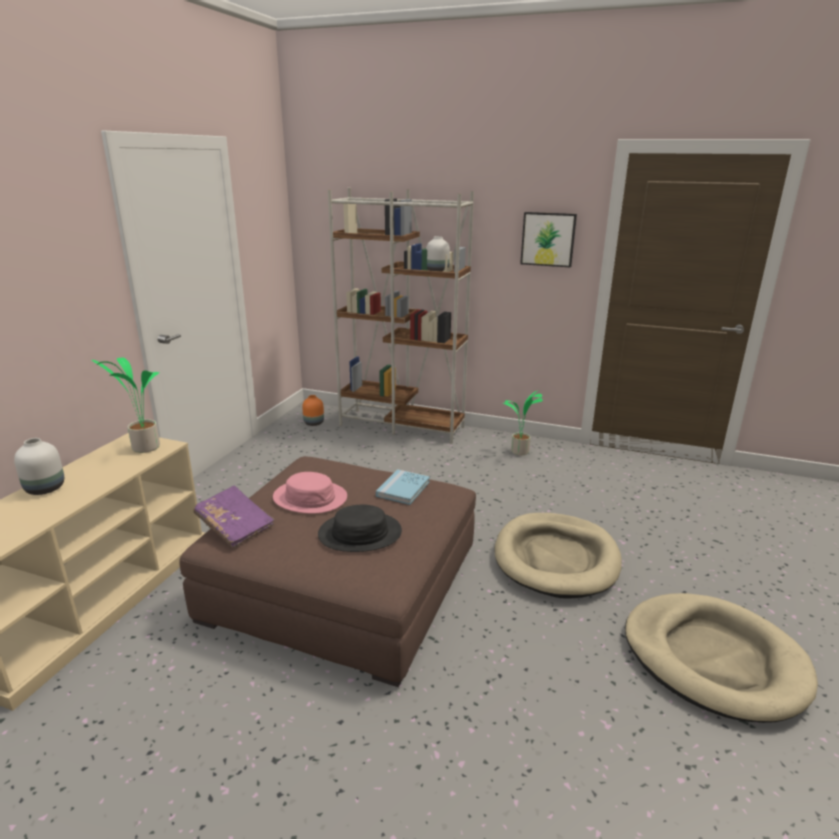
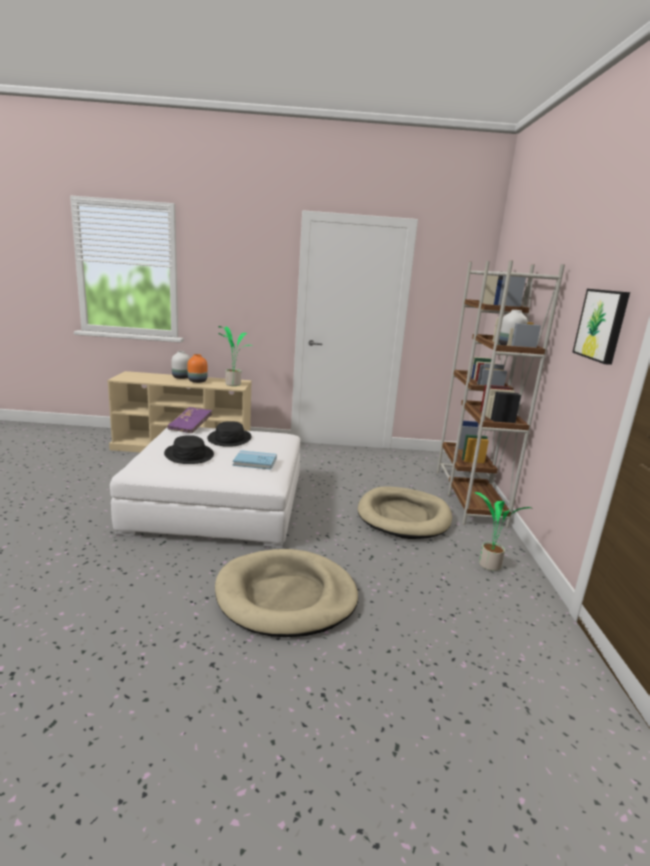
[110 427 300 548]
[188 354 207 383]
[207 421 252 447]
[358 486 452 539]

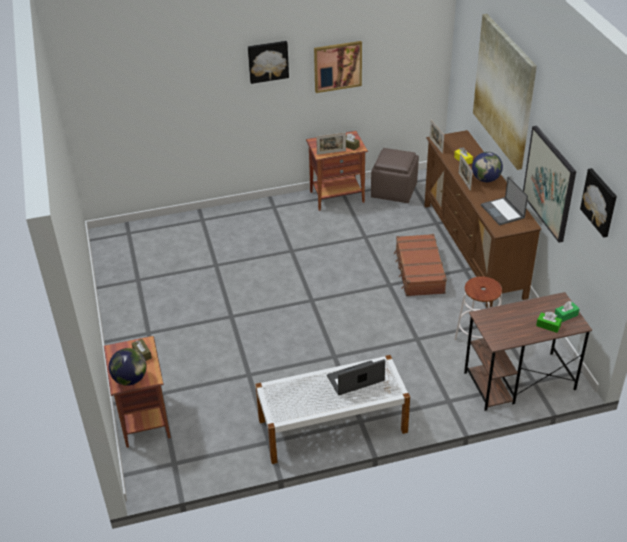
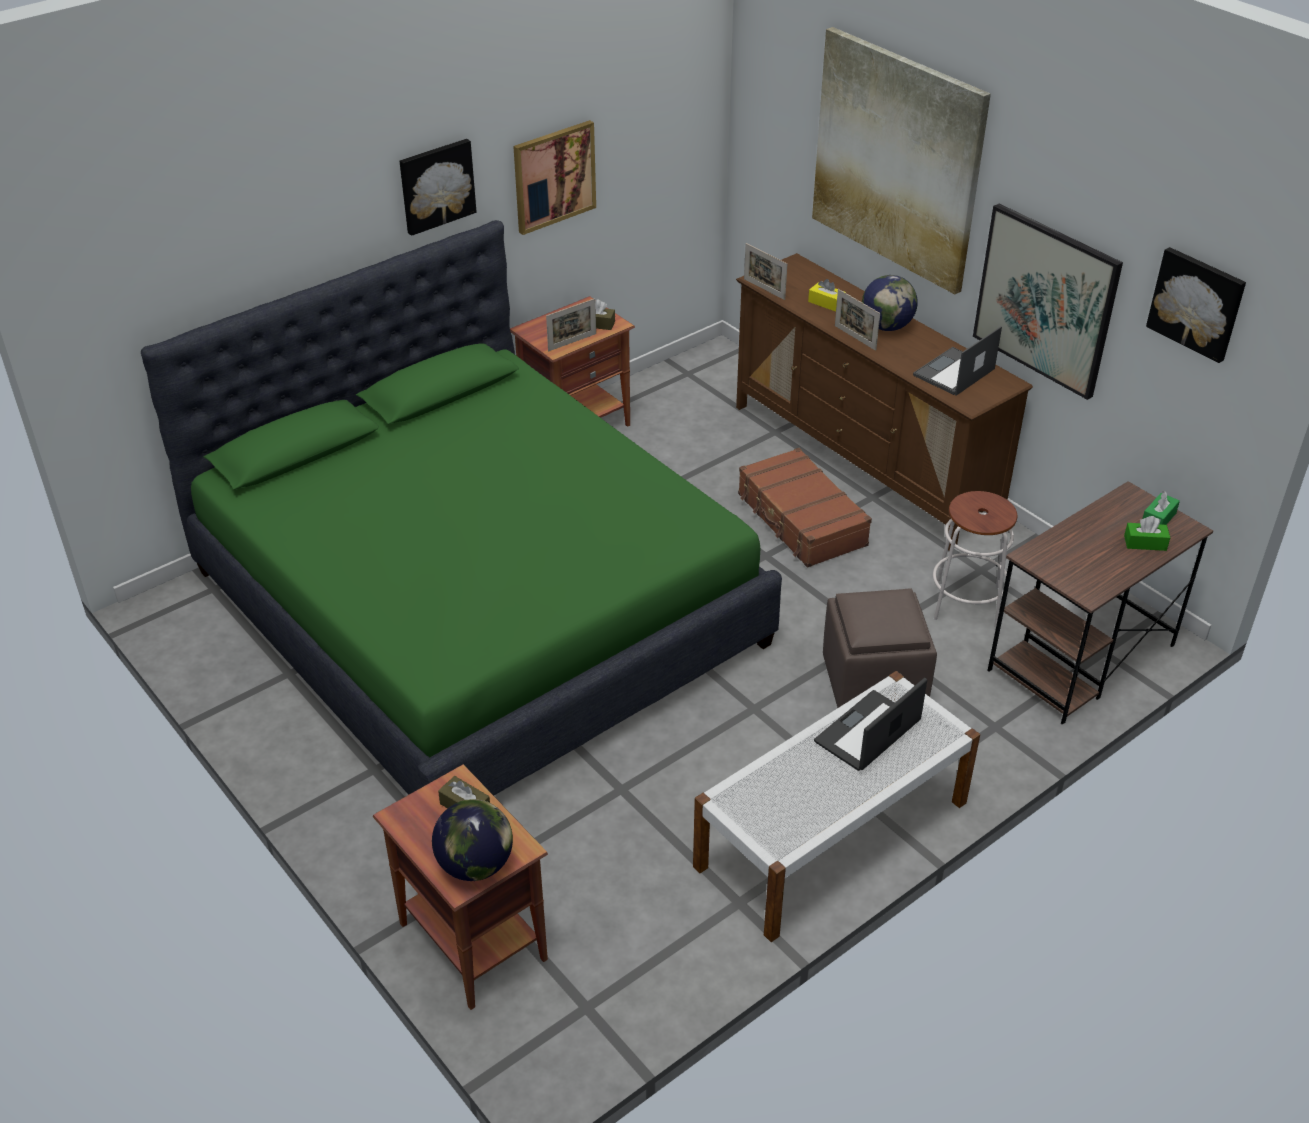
[141 220 782 796]
[823 588 937 708]
[913 326 1002 396]

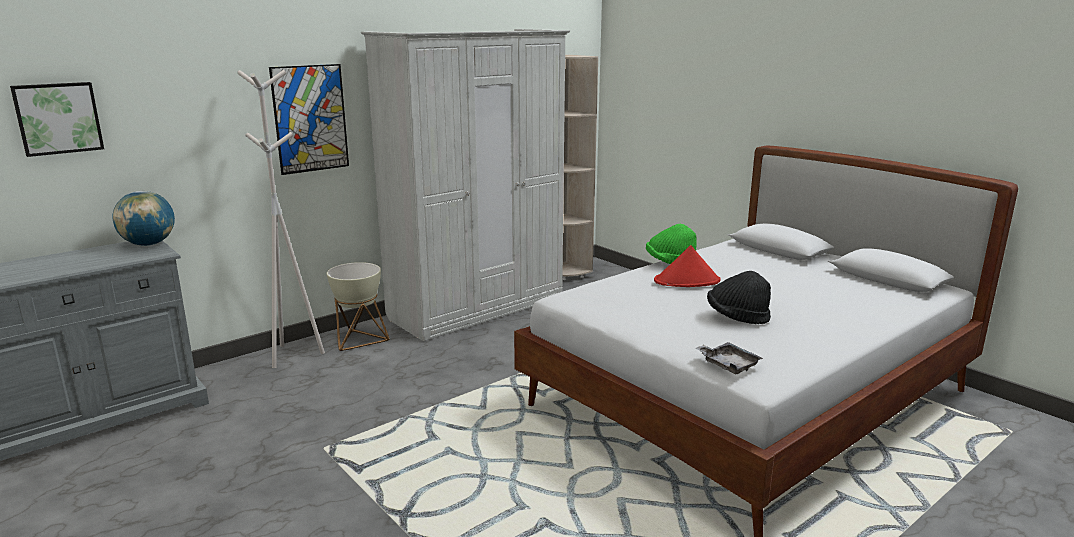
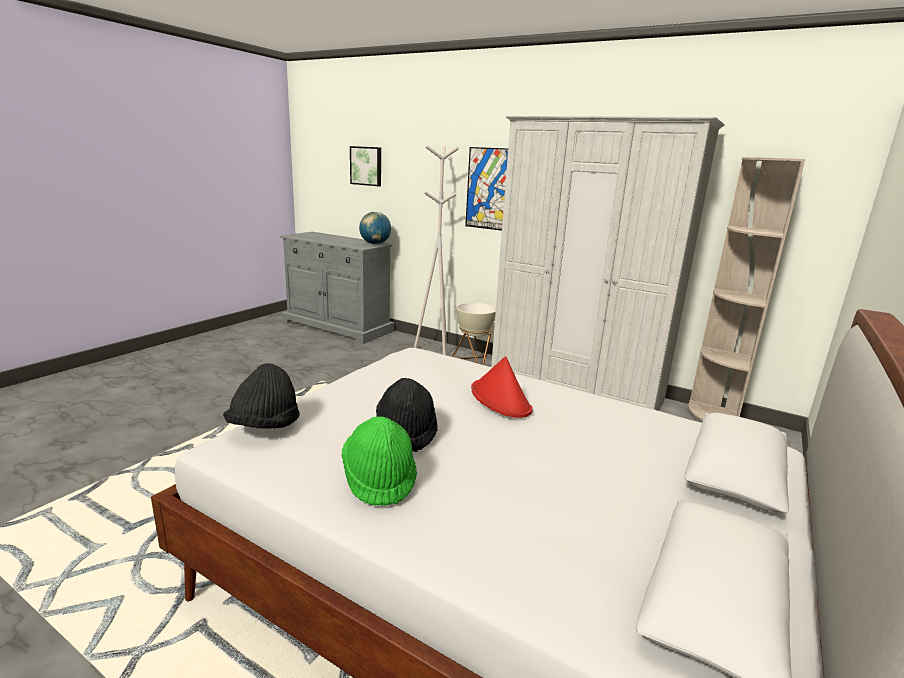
[223 363 300 429]
[341 416 417 506]

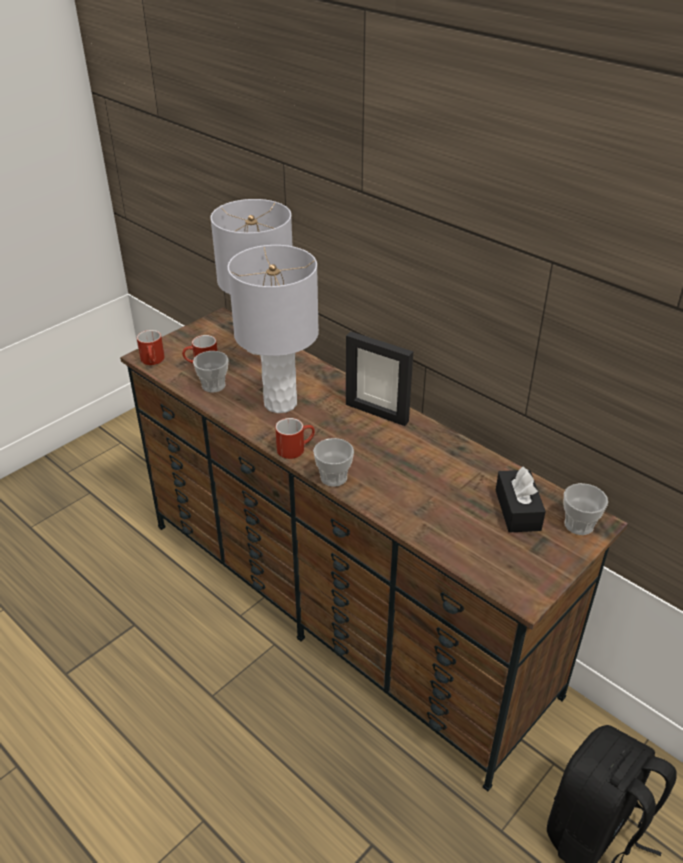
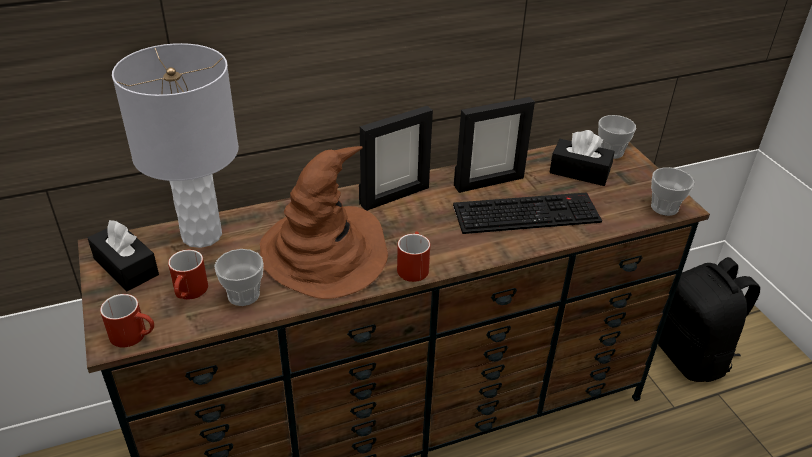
[88 220 159 291]
[260 146 388 299]
[453 192 602 234]
[454 97 535 193]
[651 167 694 216]

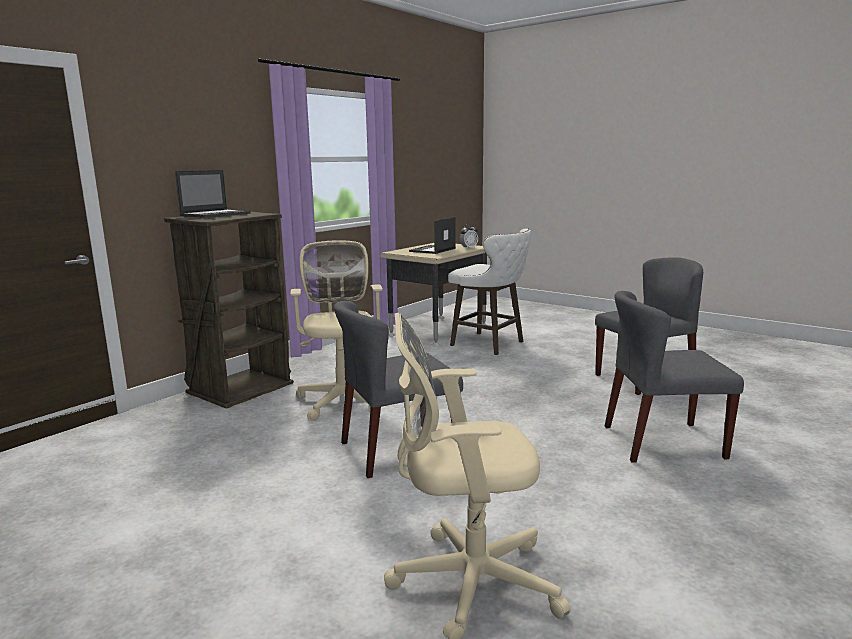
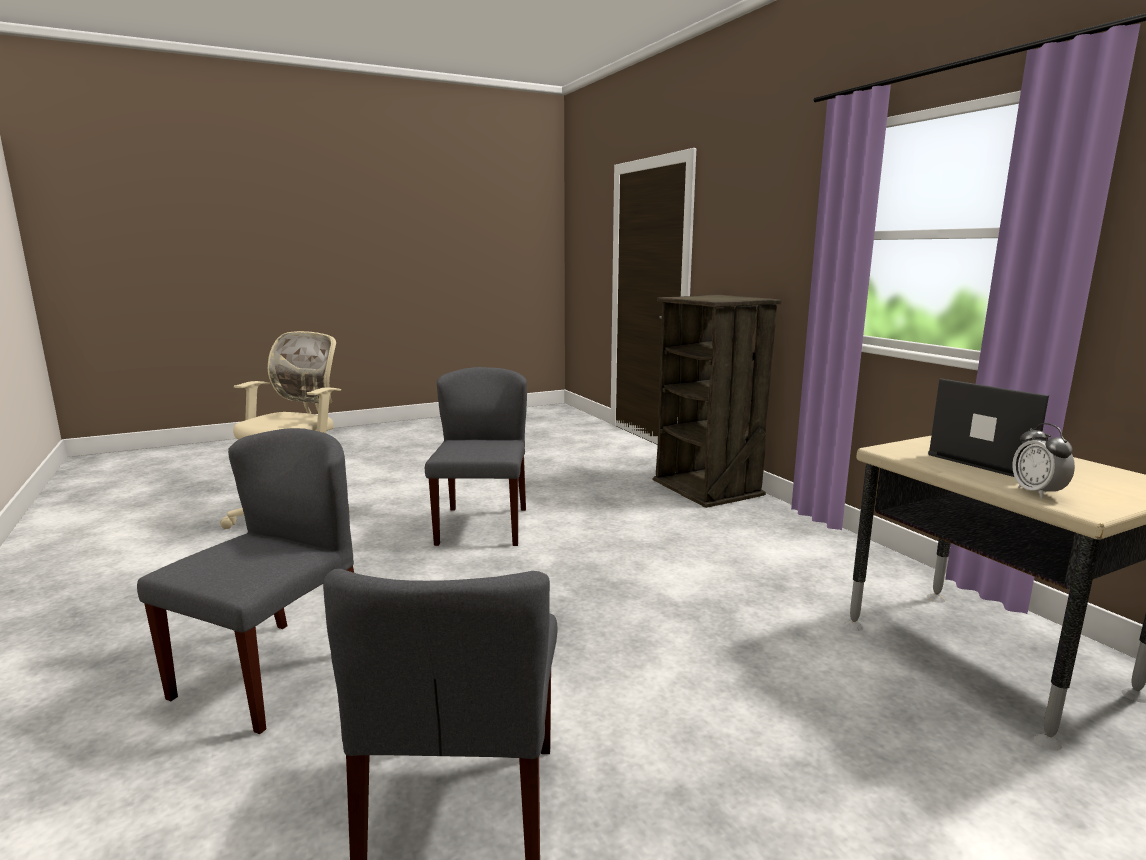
[175 170 251 218] (first image)
[290 240 383 421] (first image)
[448 228 531 355] (first image)

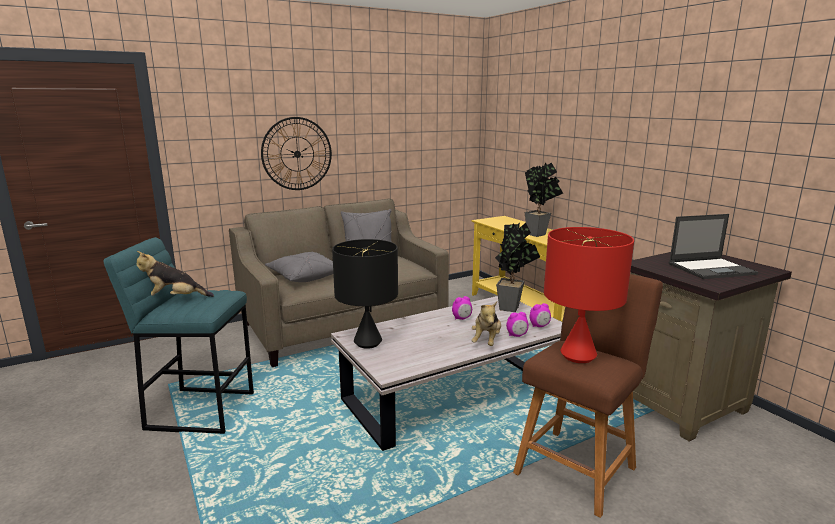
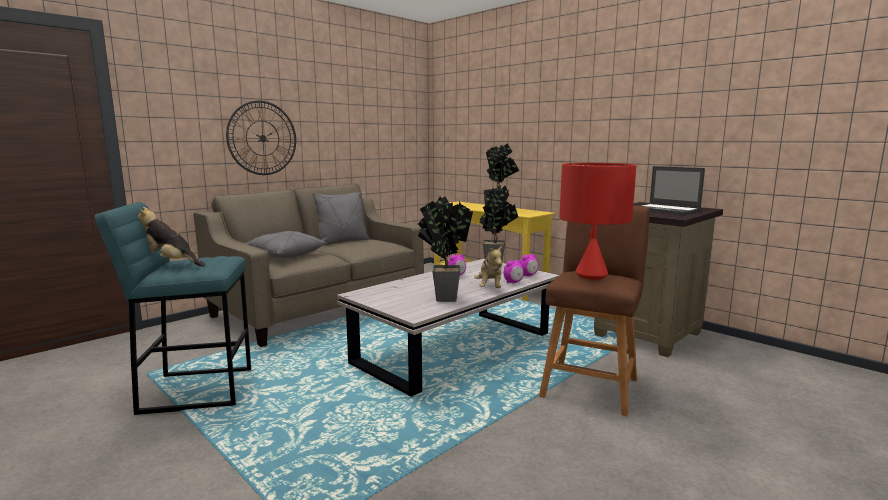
[138 207 205 267]
[418 196 473 302]
[641 166 705 215]
[332 239 398 349] (first image)

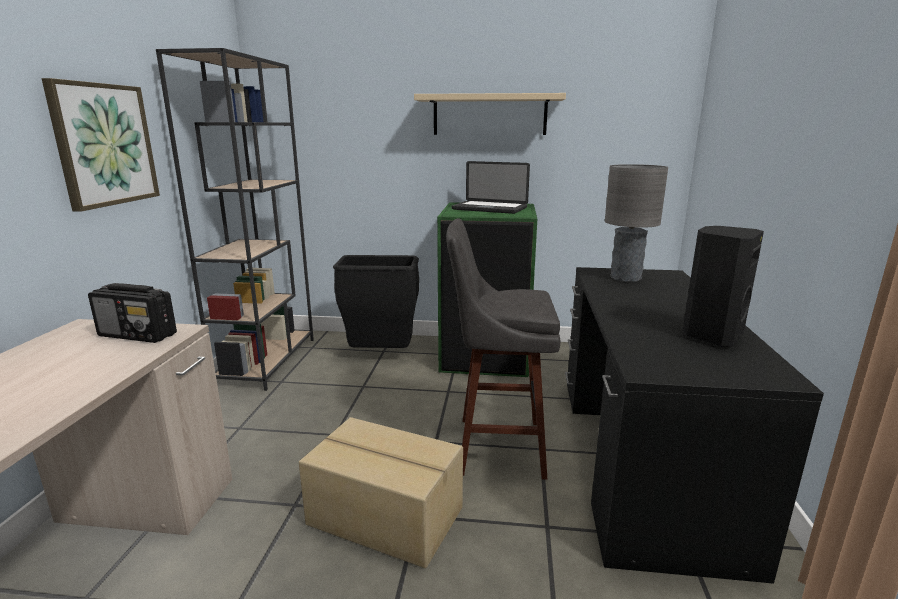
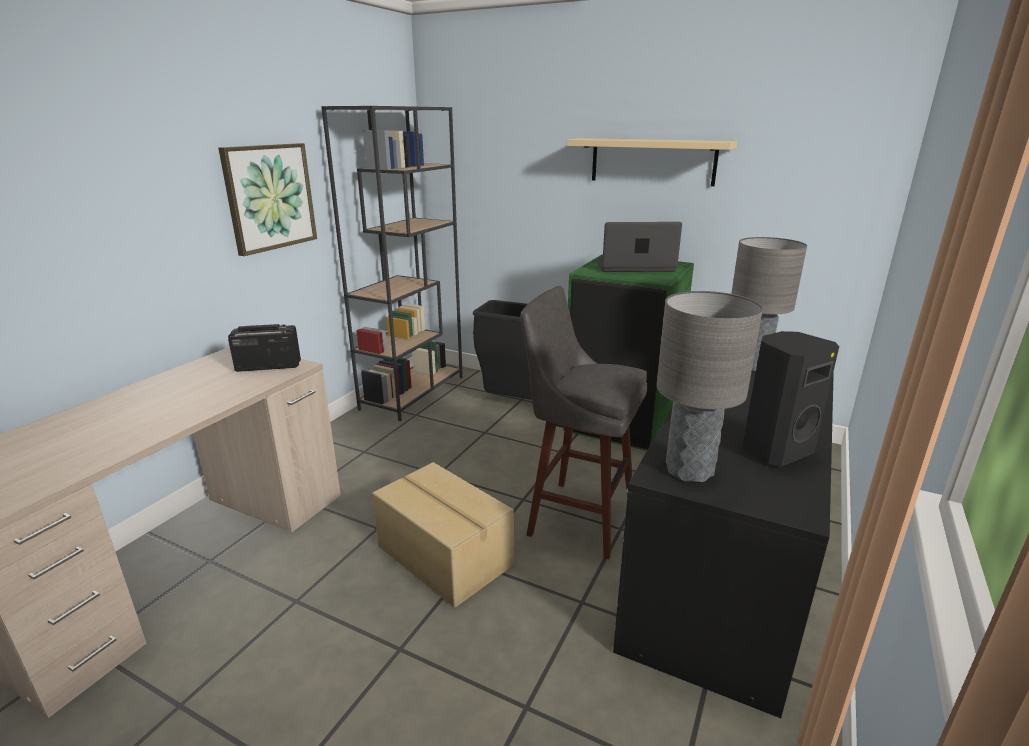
[228 324 301 372]
[596 222 682 272]
[657 291 763 482]

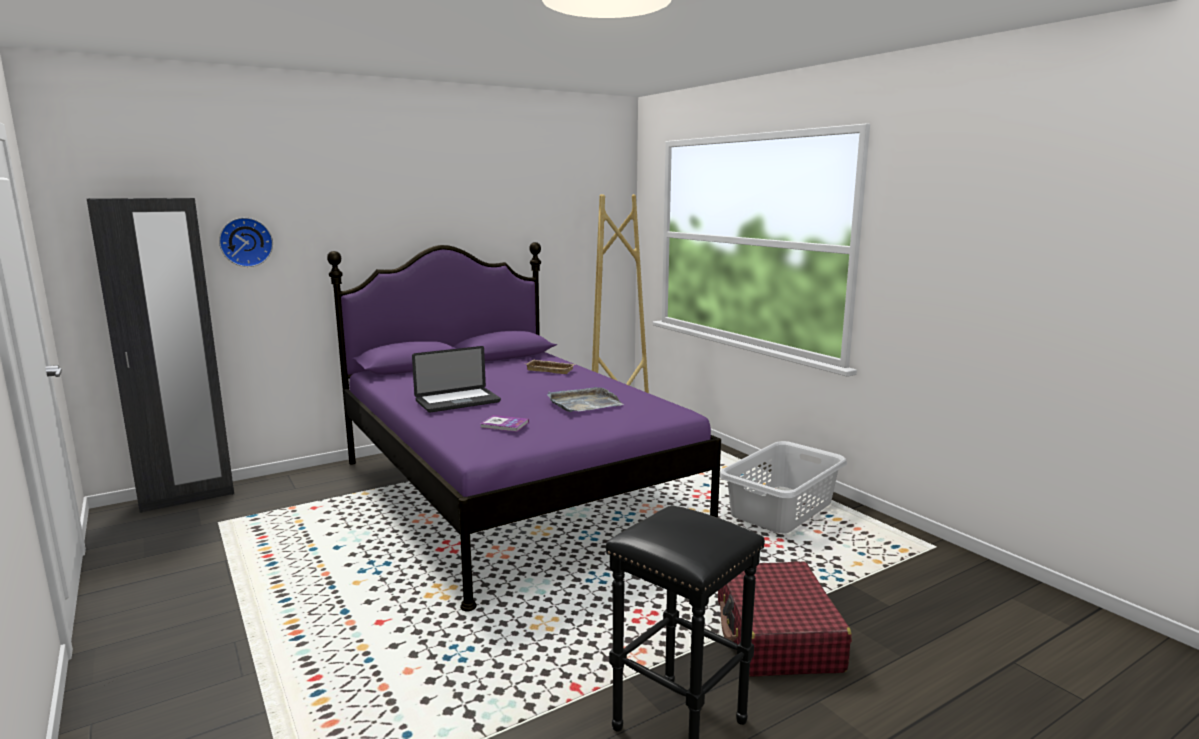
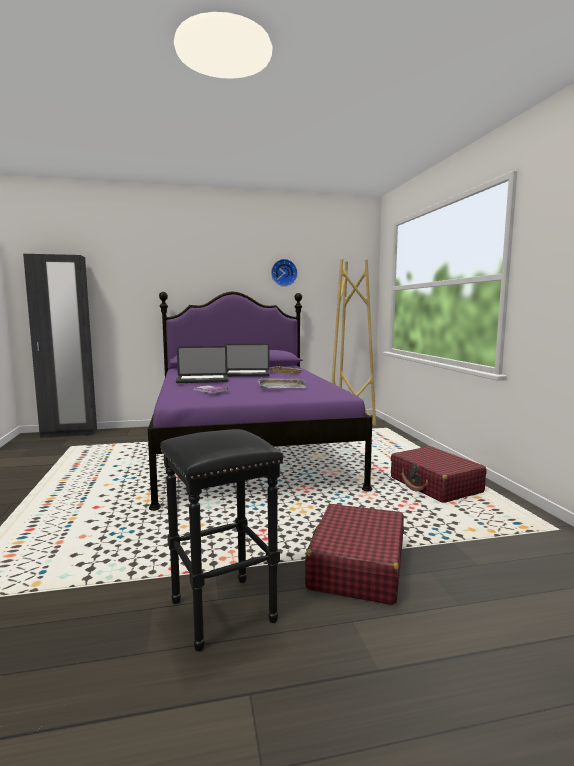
[225 344 270 377]
[271 259 298 287]
[391 446 486 503]

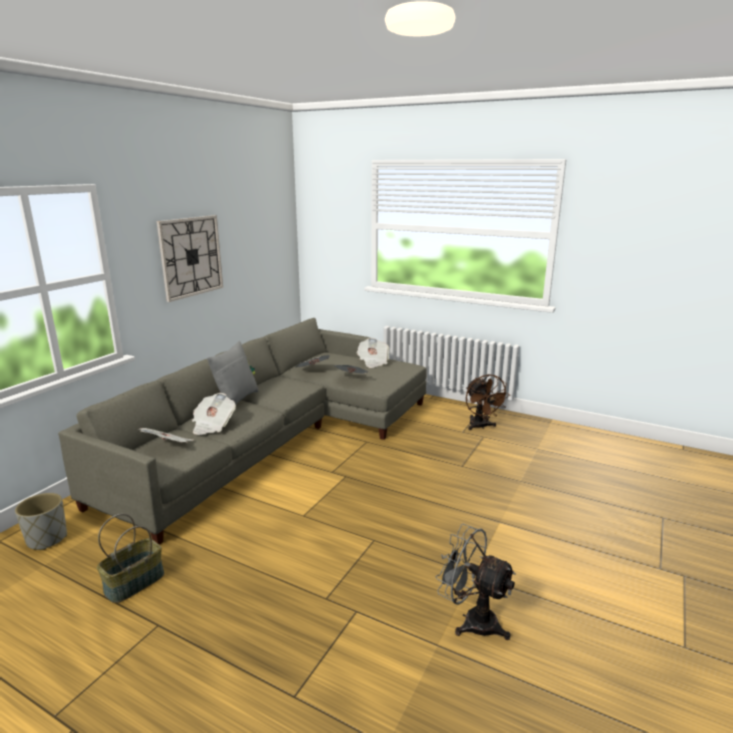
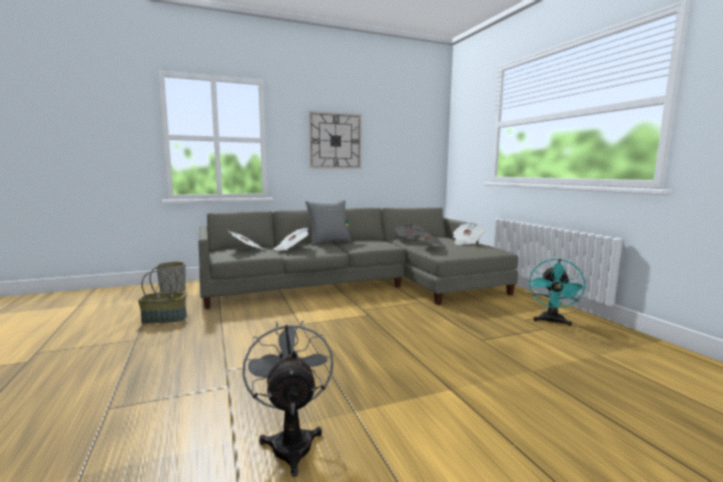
[529 259 586 326]

